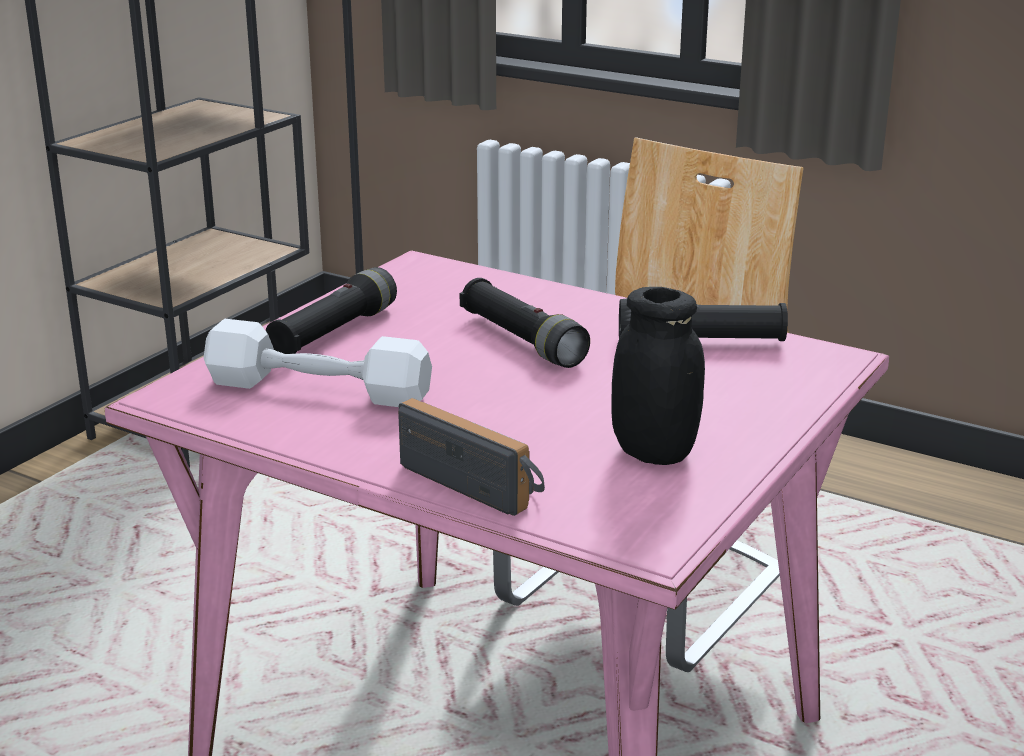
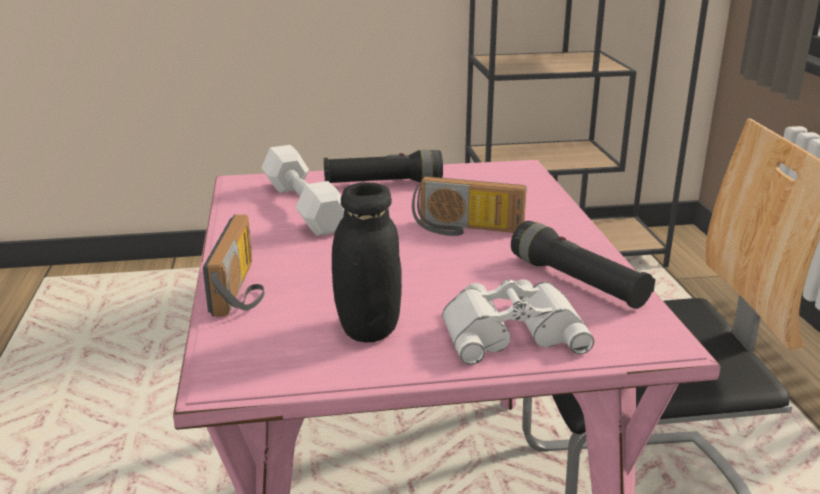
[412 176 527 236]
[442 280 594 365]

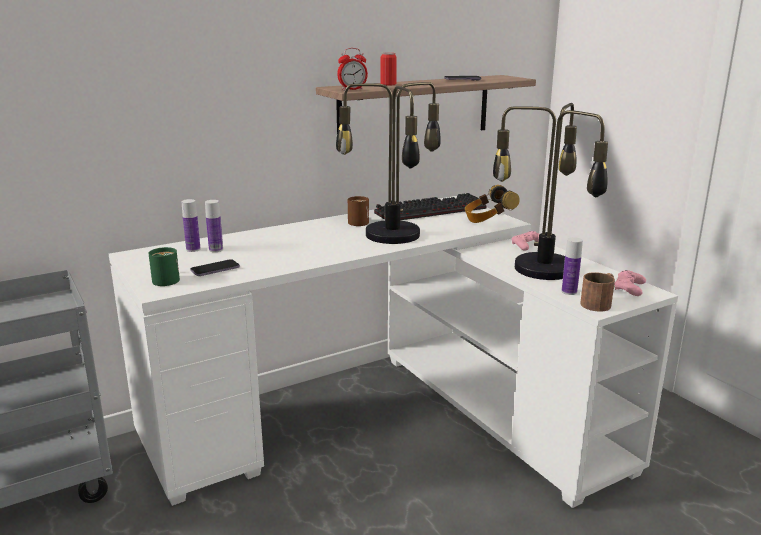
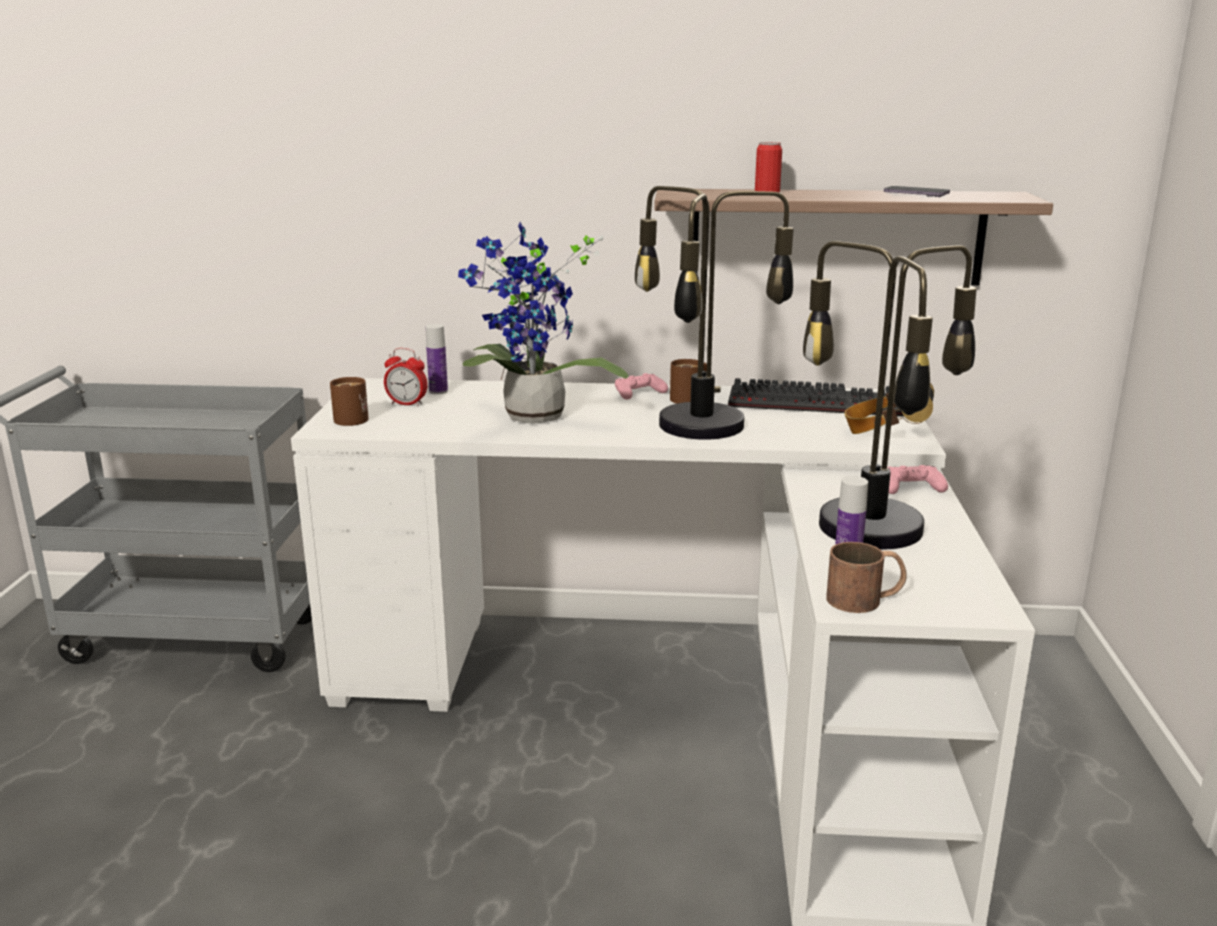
[330 377 369 426]
[384 348 428 407]
[458 222 629 424]
[615 373 668 400]
[191 259 240 276] (first image)
[205 200 223 252] (first image)

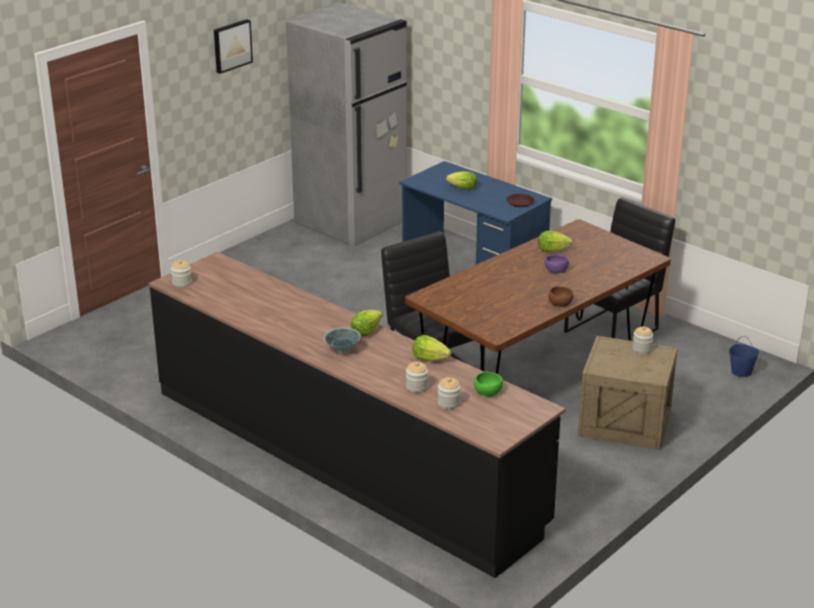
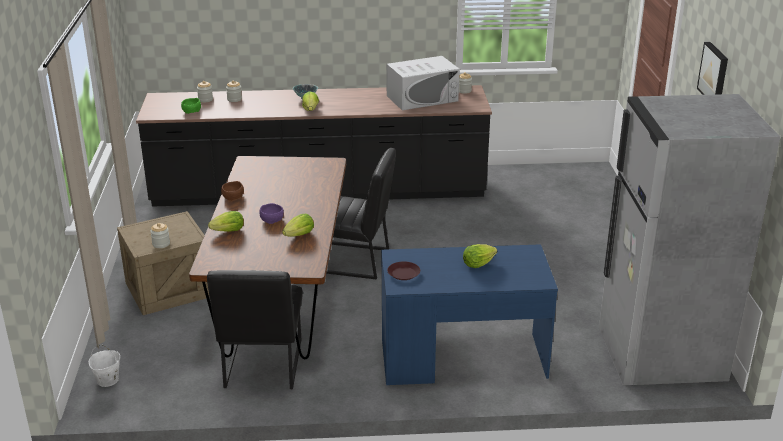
[89 344 120 387]
[208 211 244 232]
[387 56 460 110]

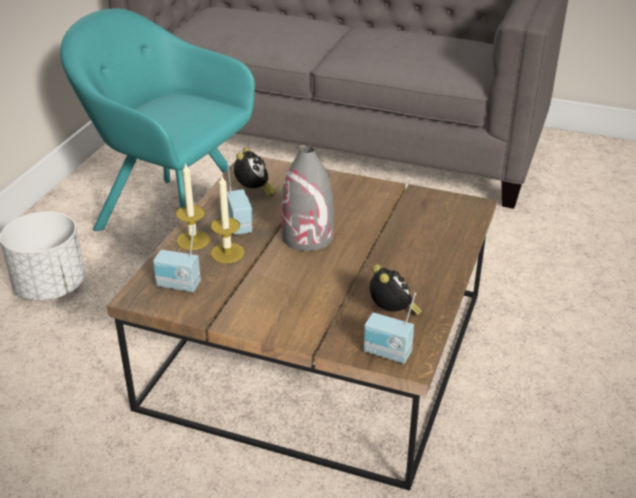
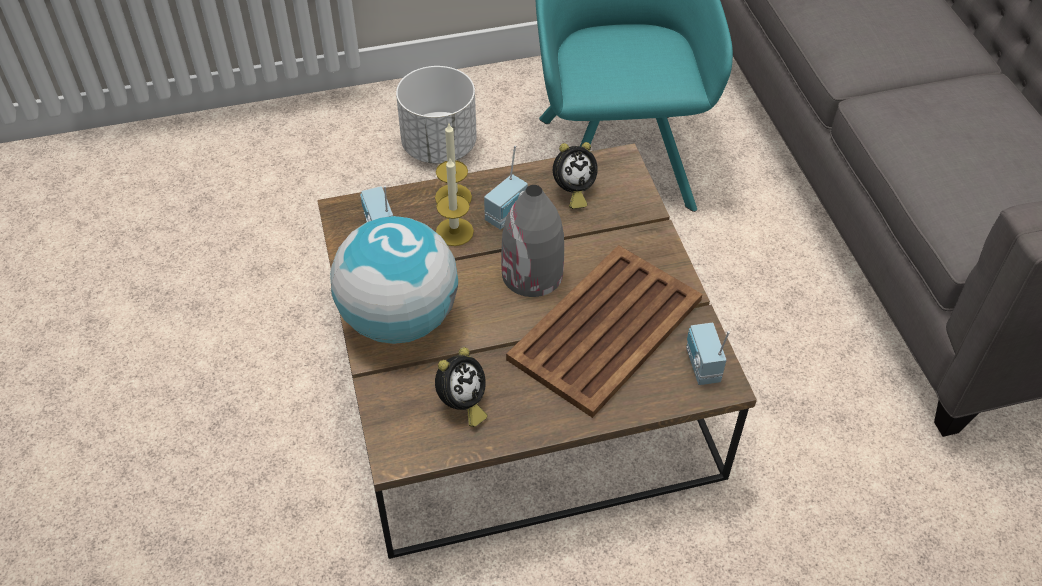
[330 216 458 344]
[506 245 702 418]
[686 323 730 385]

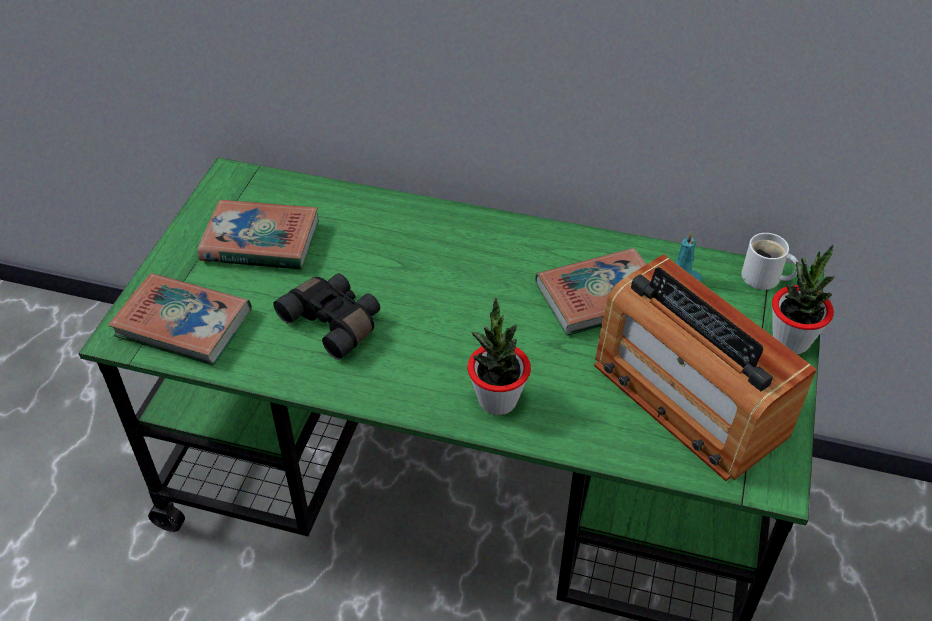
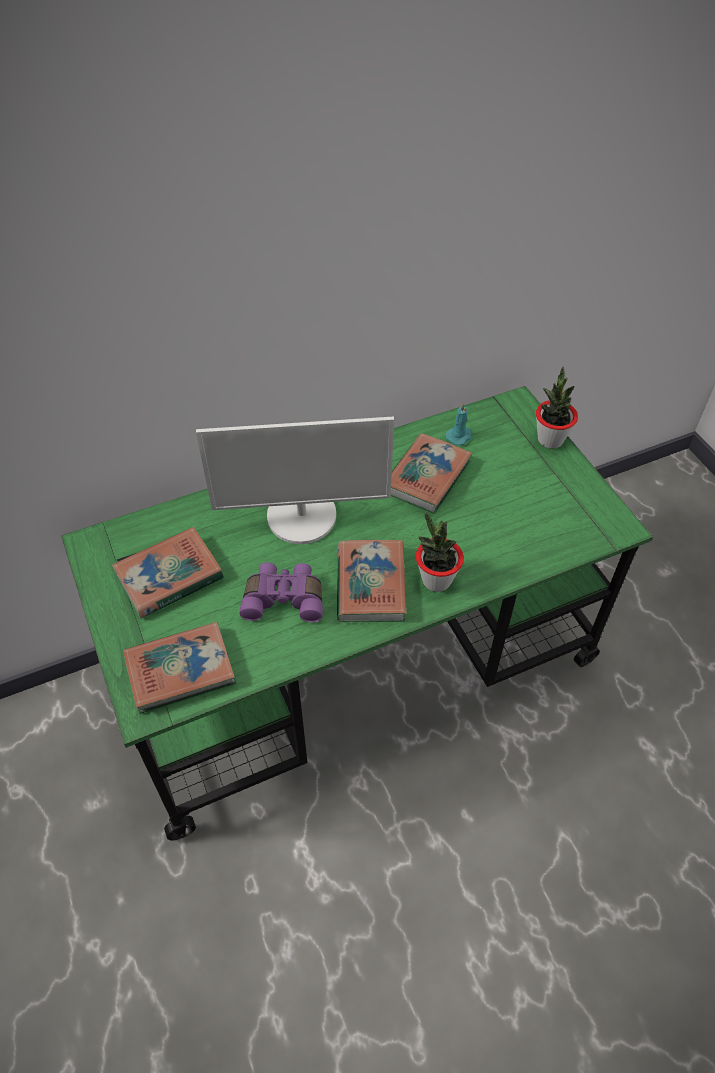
[196 416 394 544]
[240 562 323 622]
[337 540 407 622]
[594 254 817 481] (first image)
[741 233 798 290] (first image)

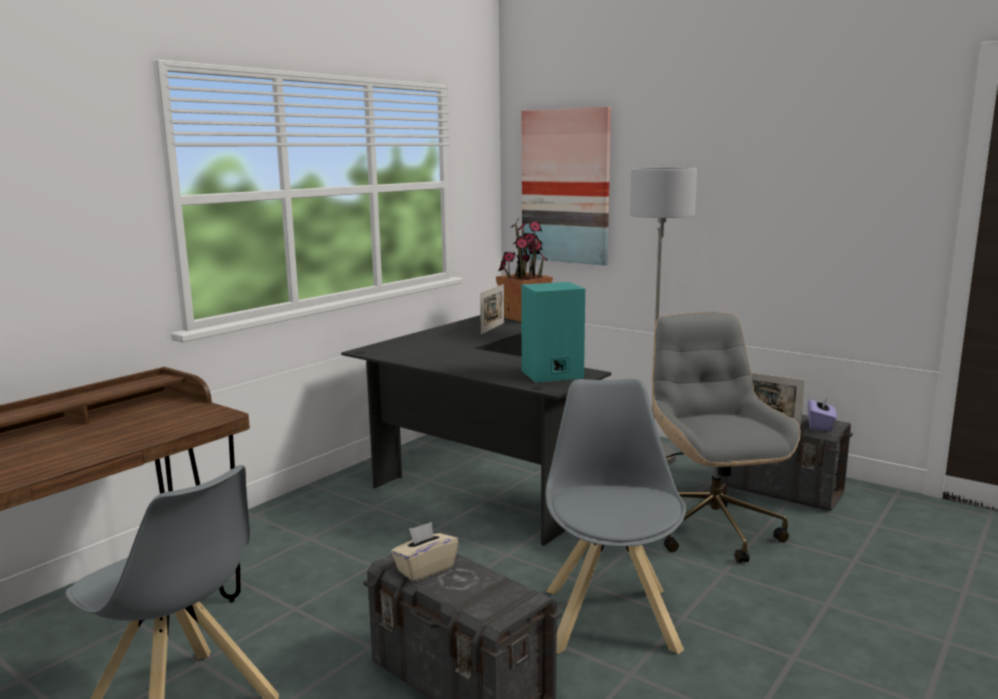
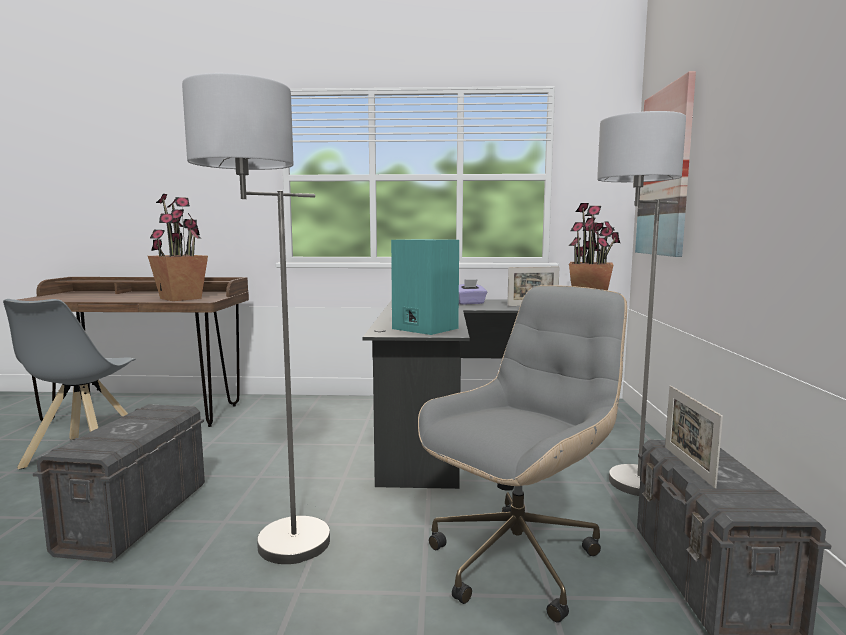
[148 194 208 301]
[182 73 330 564]
[459 279 487 305]
[391 522 459 582] (first image)

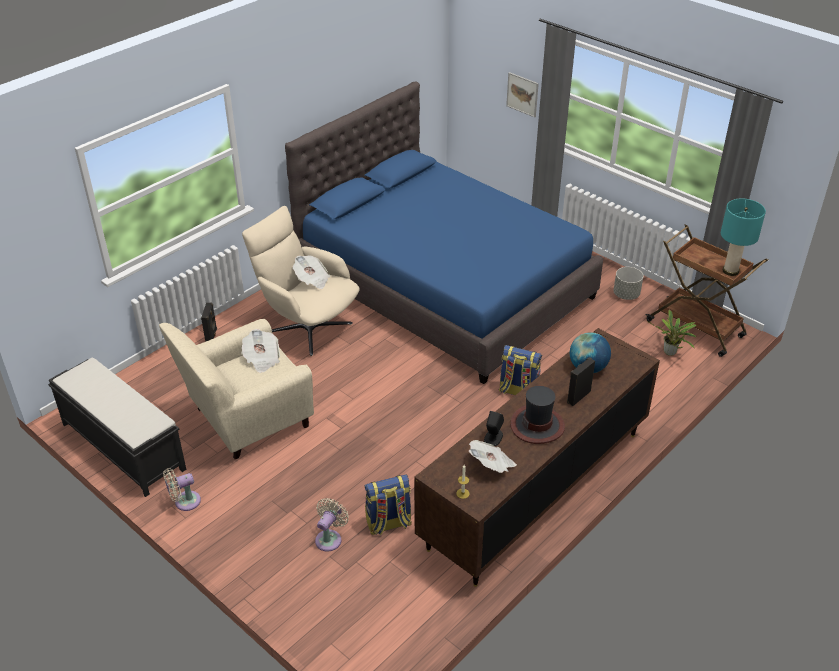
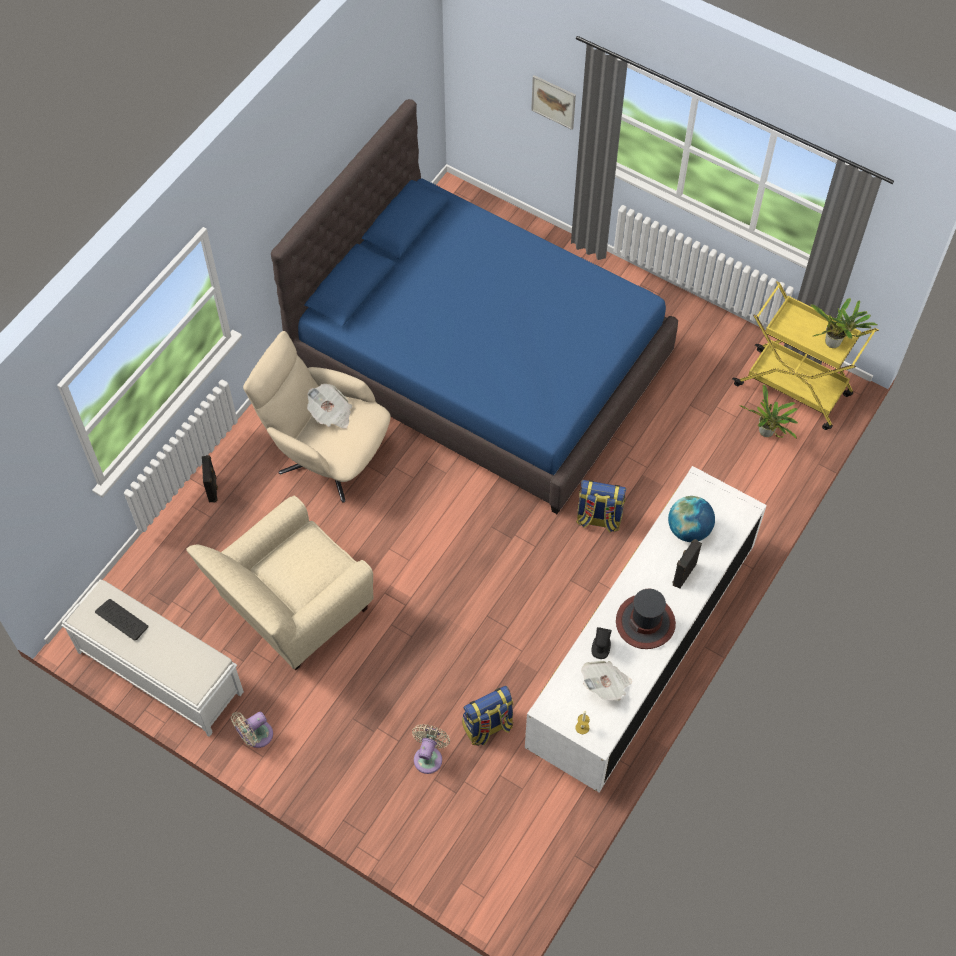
[61 580 244 737]
[95 599 149 641]
[525 466 767 793]
[732 281 879 430]
[810 298 877 348]
[241 329 280 373] (first image)
[613 267 643 300] (first image)

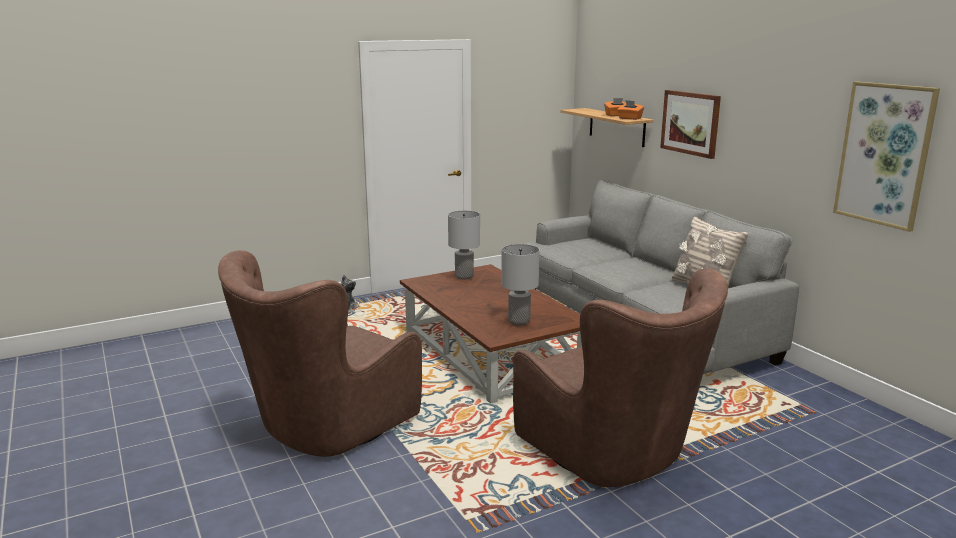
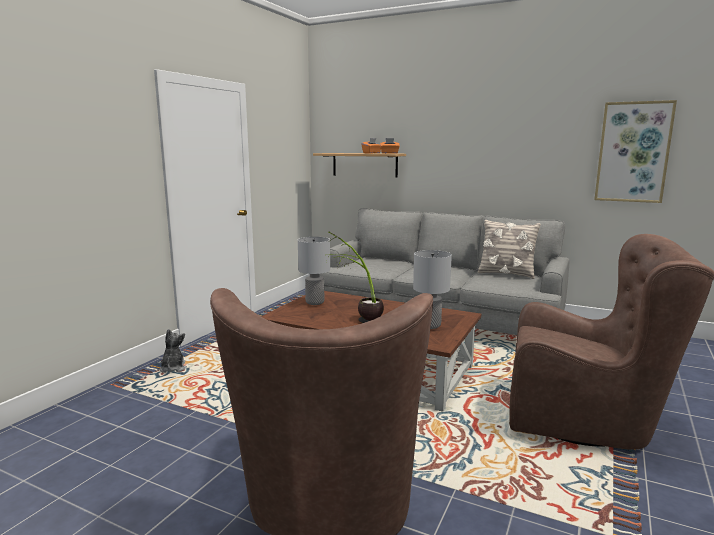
[326 232 384 323]
[660 90 721 159] (first image)

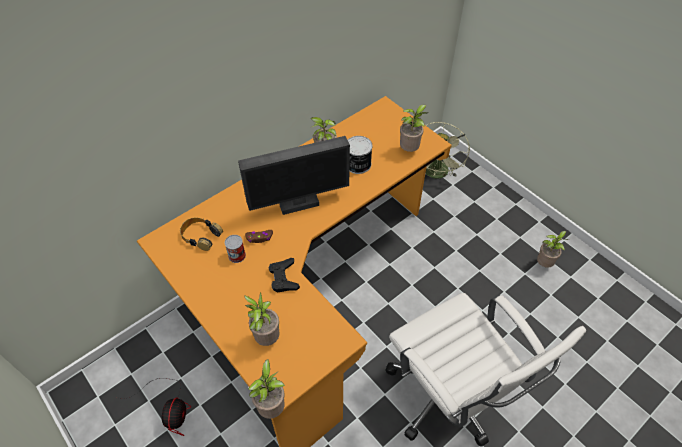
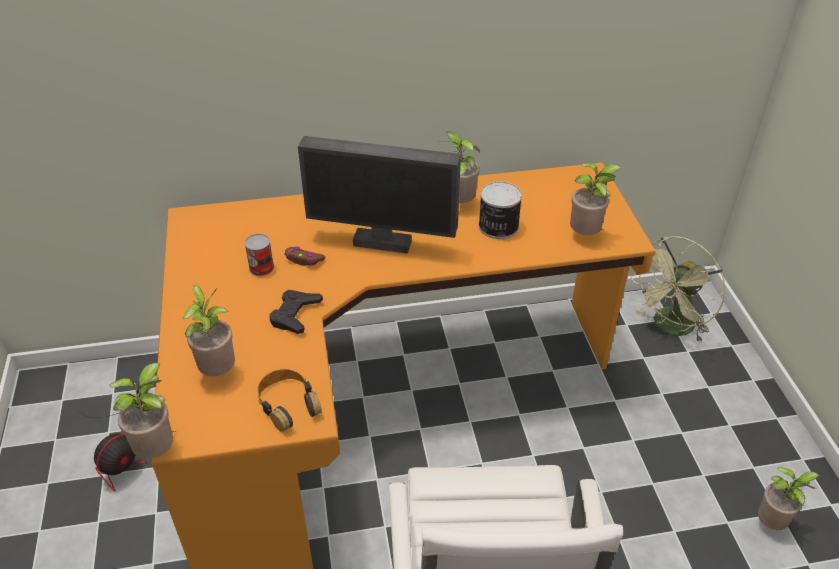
[257 369 322 432]

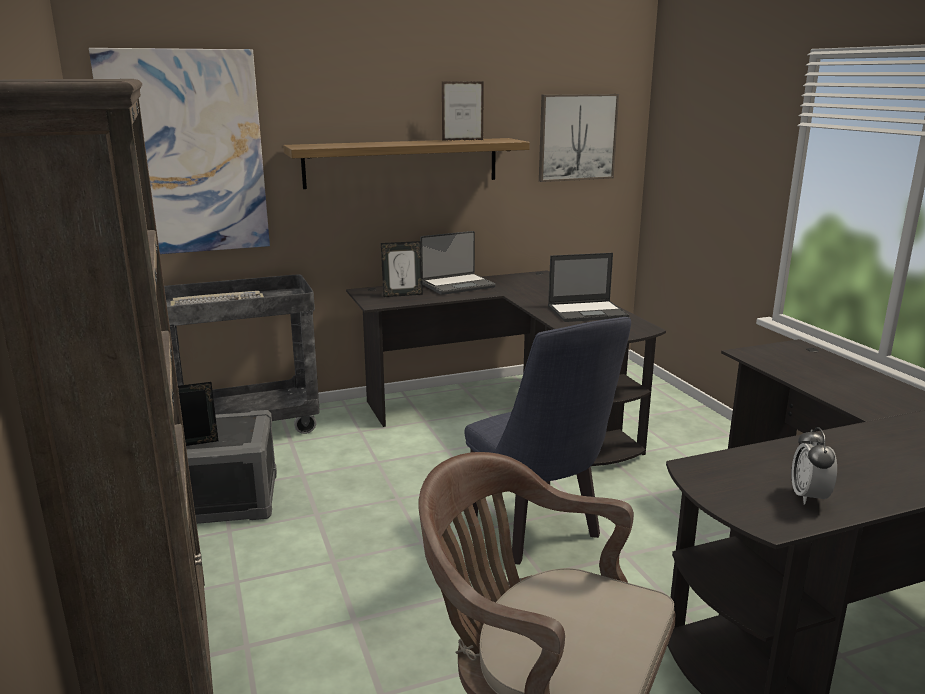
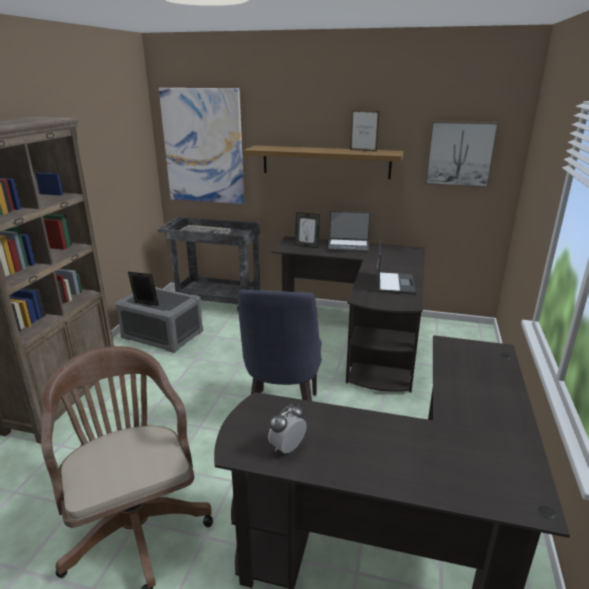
[376 239 416 294]

